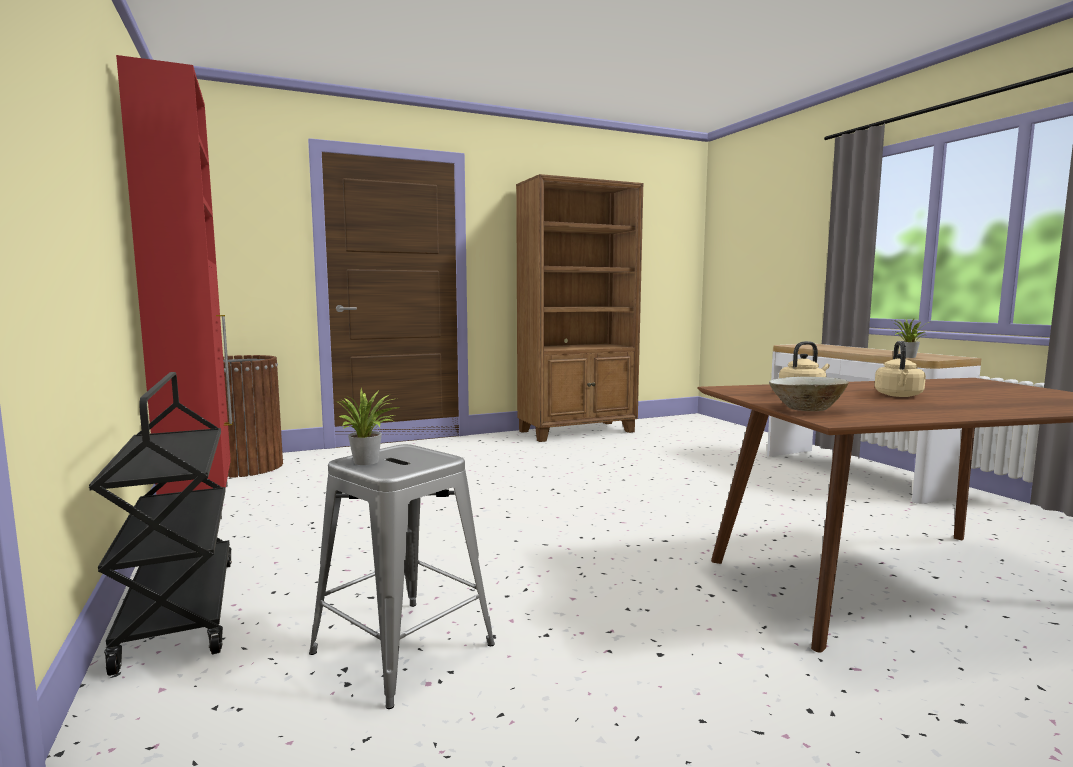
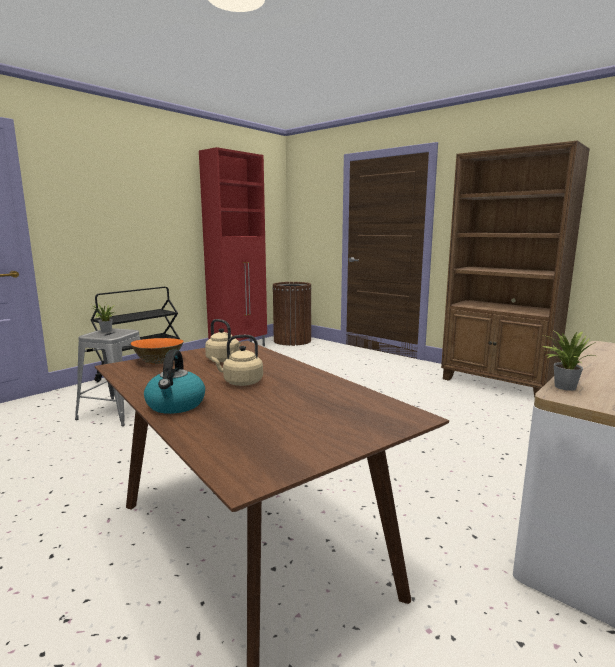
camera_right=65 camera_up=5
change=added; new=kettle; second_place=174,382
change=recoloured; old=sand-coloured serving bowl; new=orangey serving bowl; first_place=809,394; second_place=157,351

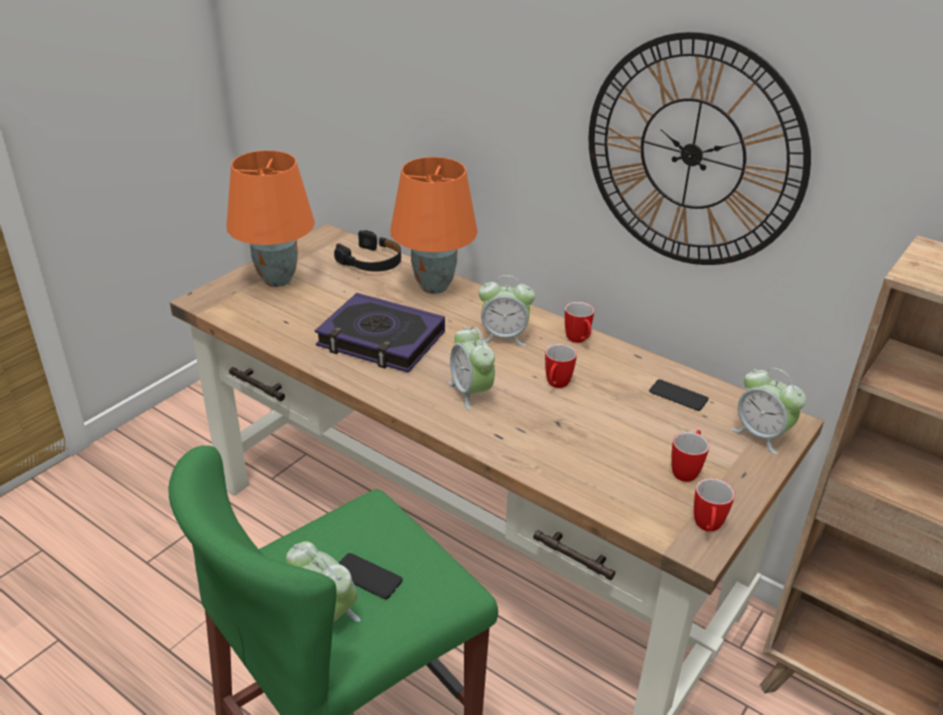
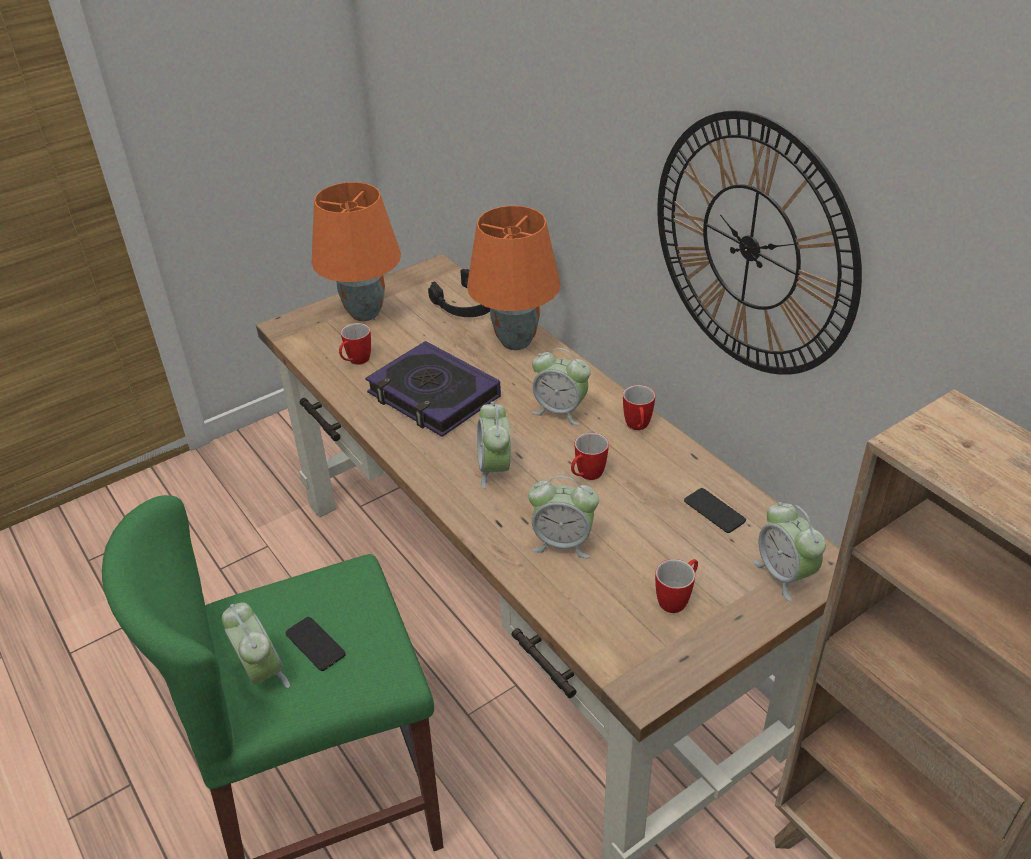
camera_right=20 camera_up=5
change=added; new=bedside clock; second_place=563,517
change=moved; old=mug; first_place=714,505; second_place=355,343

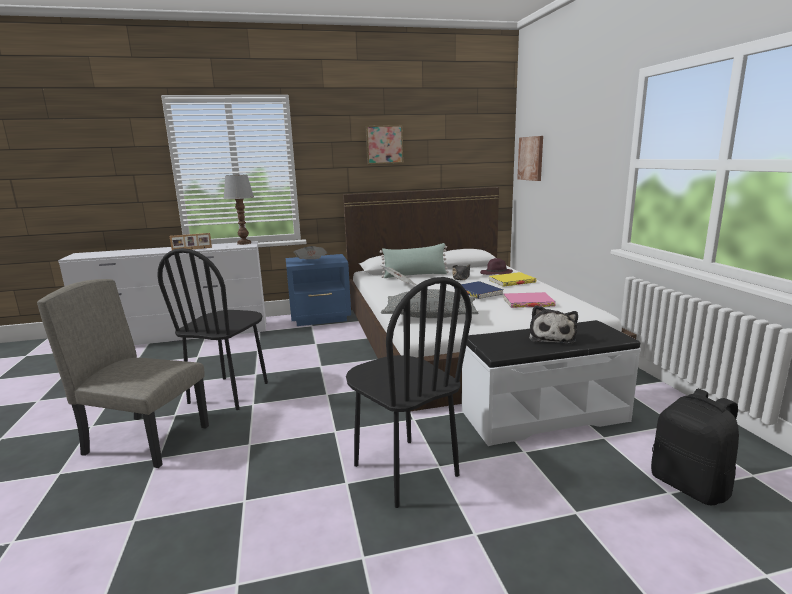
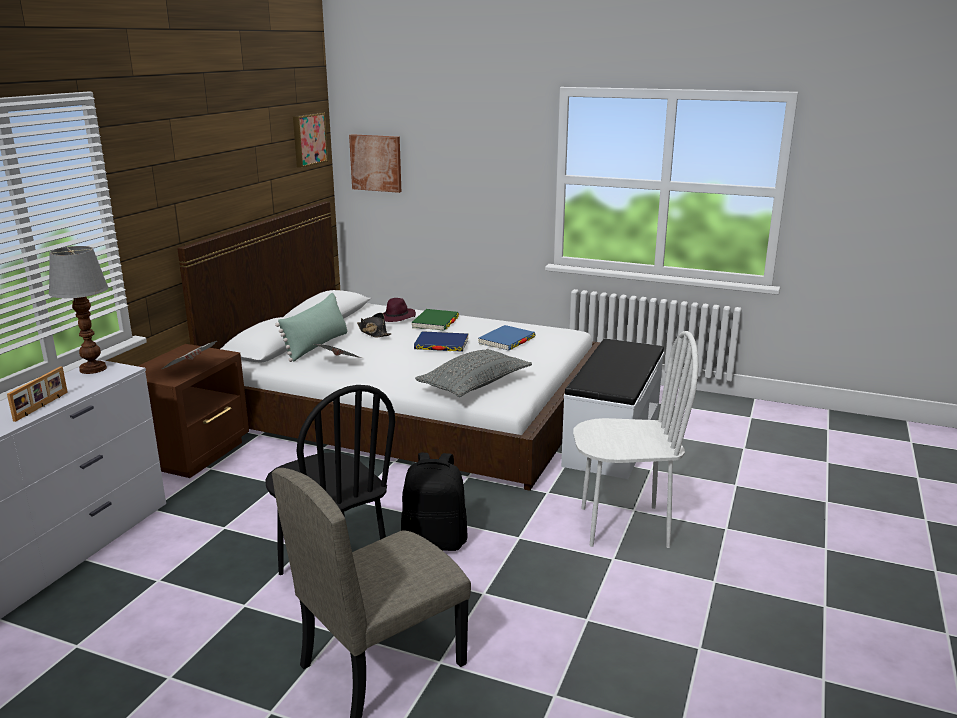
camera_right=-55 camera_up=5
change=removed; old=soft toy; first_place=553,324
change=moved; old=wall picture; first_place=384,144; second_place=310,140
change=moved; old=black knapsack; first_place=695,447; second_place=434,502
change=recoloured; old=blue-coloured bedside table; new=brown bedside table; first_place=318,290; second_place=193,411
change=recoloured; old=black plain chair; new=white-coloured plain chair; first_place=409,392; second_place=635,439
change=recoloured; old=yellowish book; new=green-coloured book; first_place=513,279; second_place=435,320
change=recoloured; old=pink book; new=blue-coloured book; first_place=529,300; second_place=507,338

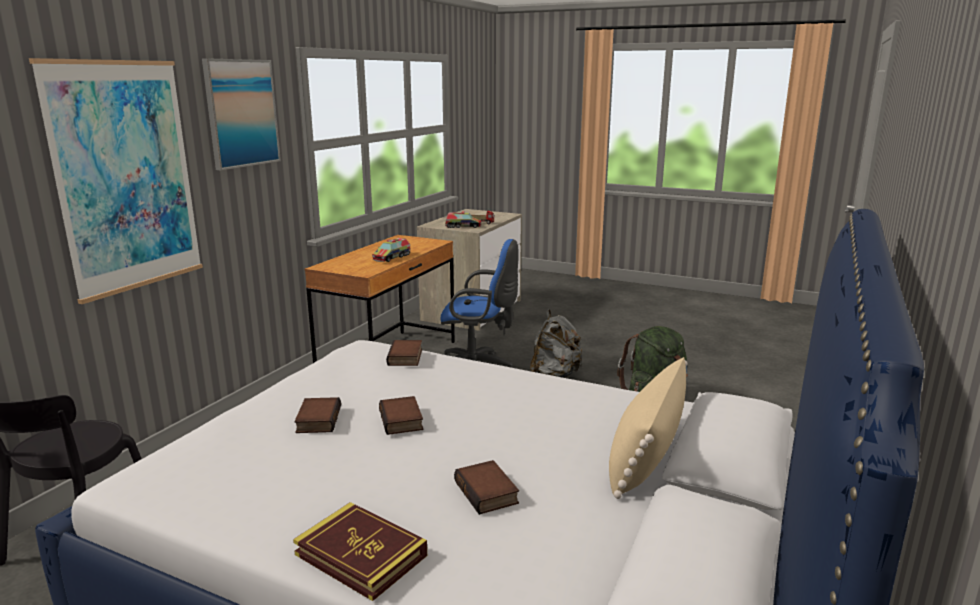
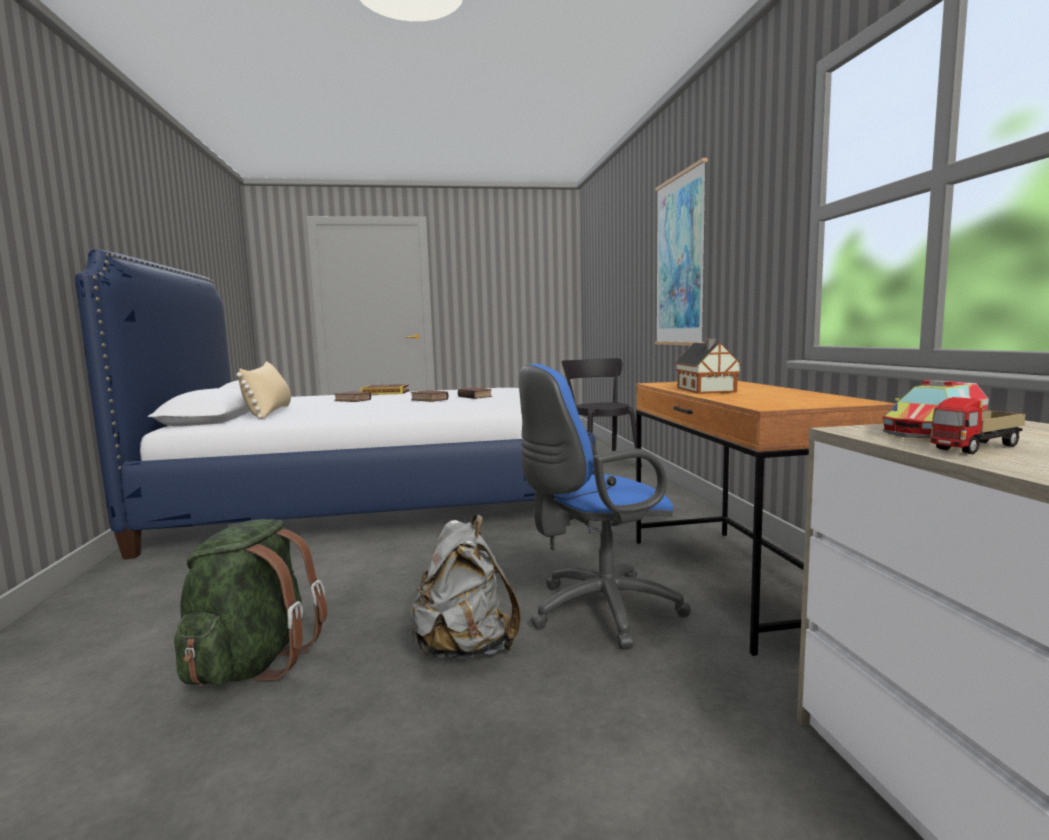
camera_right=145 camera_up=-10
change=removed; old=wall picture; first_place=241,114
change=removed; old=book; first_place=404,353
change=replaced; old=toy truck; new=model house; first_place=391,250; second_place=708,366

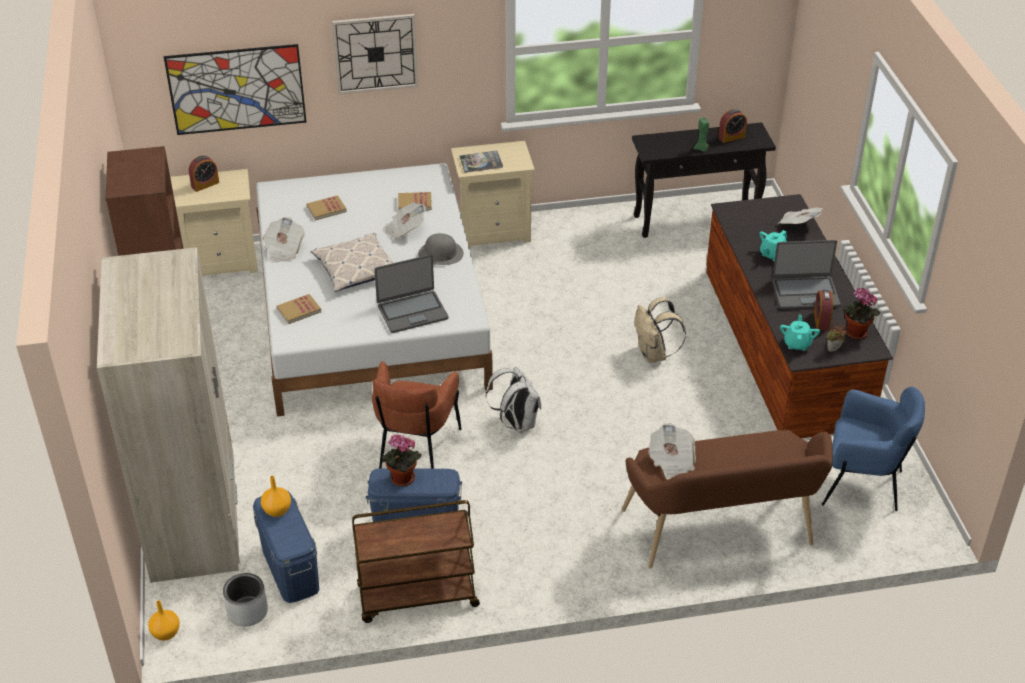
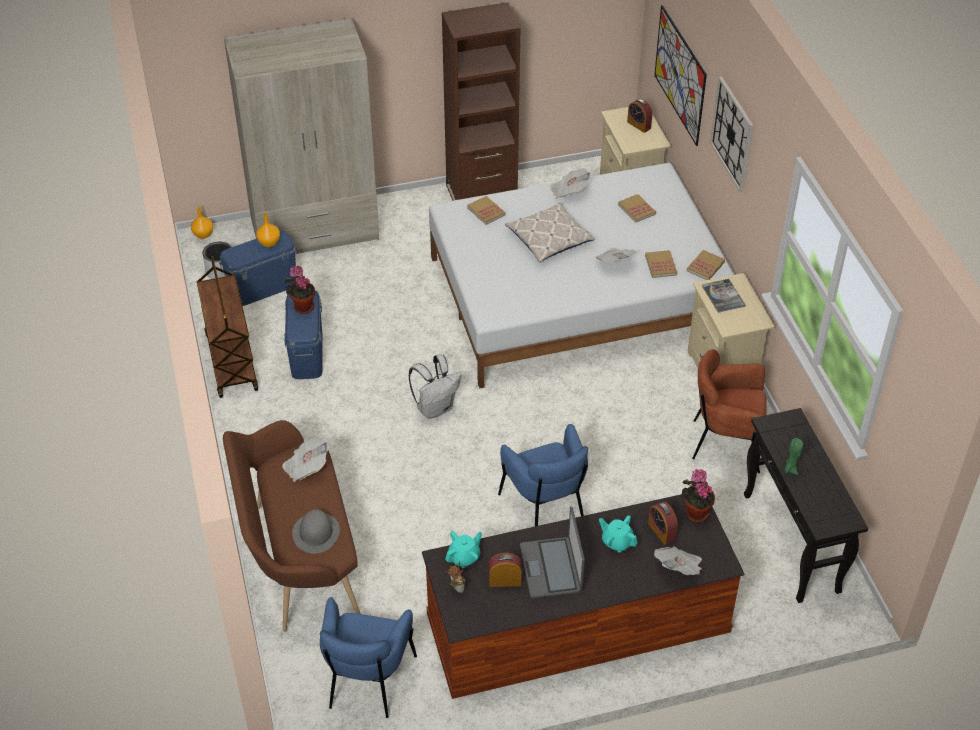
camera_right=85 camera_up=5
change=removed; old=portable computer; first_place=411,293
change=added; new=book; second_place=706,265
change=moved; old=brown easy chair; first_place=417,415; second_place=729,411
change=moved; old=grey clothing hat; first_place=441,249; second_place=316,531
change=moved; old=bedside clock; first_place=732,126; second_place=663,523
change=moved; old=potted plant; first_place=862,313; second_place=698,496
change=replaced; old=sand-coloured knapsack; new=blue-coloured easy chair; first_place=660,330; second_place=543,475
change=turned; old=turquoise pot for tea; first_place=800,332; second_place=463,549; degrees=-45

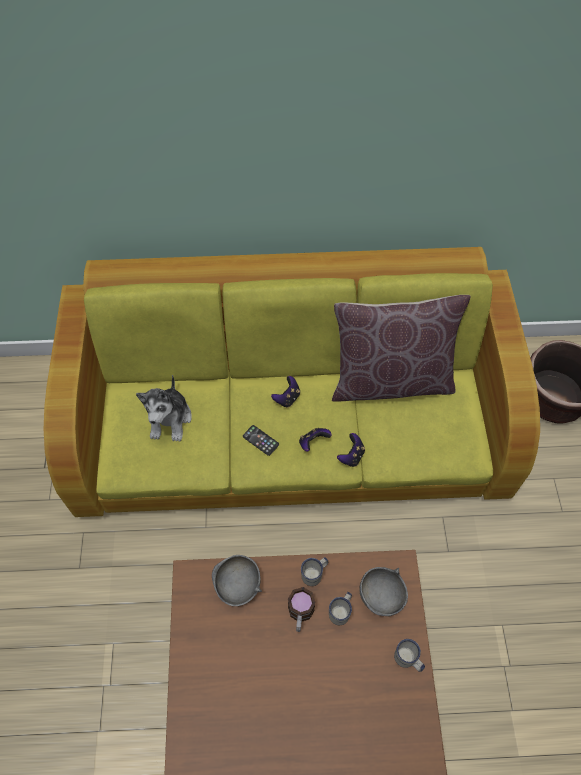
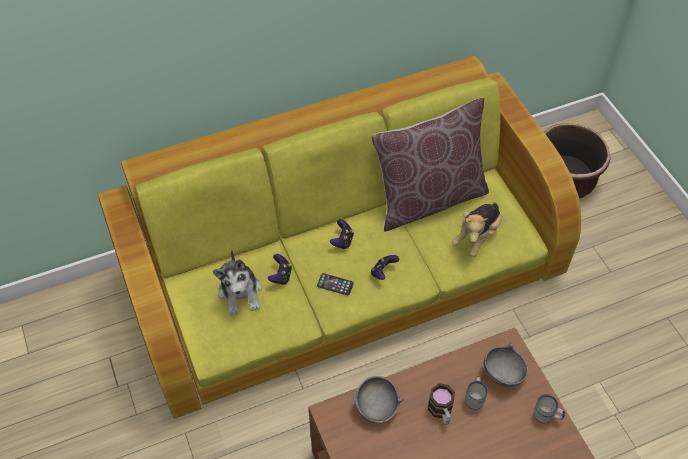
camera_right=-20 camera_up=-5
change=removed; old=white-coloured mug; first_place=314,571
change=added; new=soft toy; second_place=477,229
change=moved; old=game controller; first_place=351,450; second_place=280,269

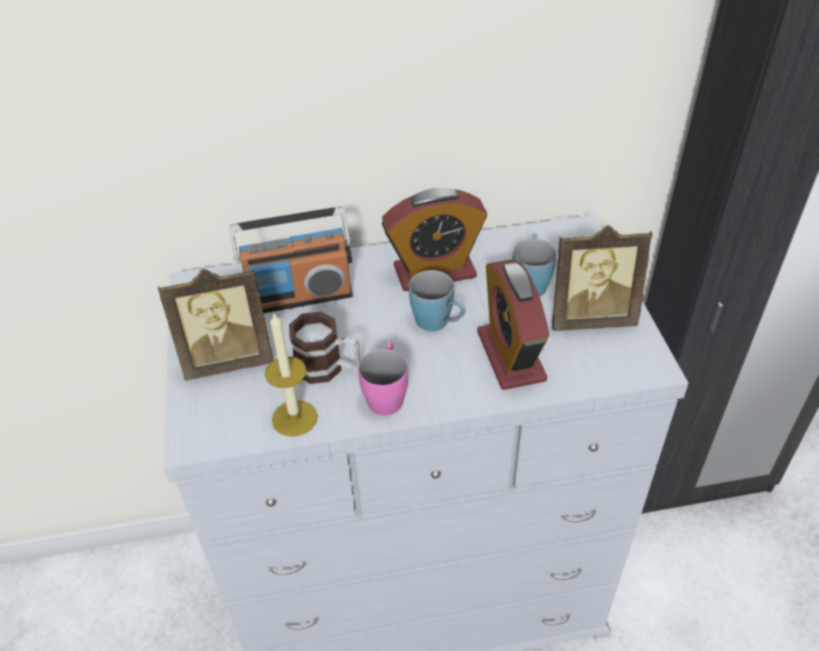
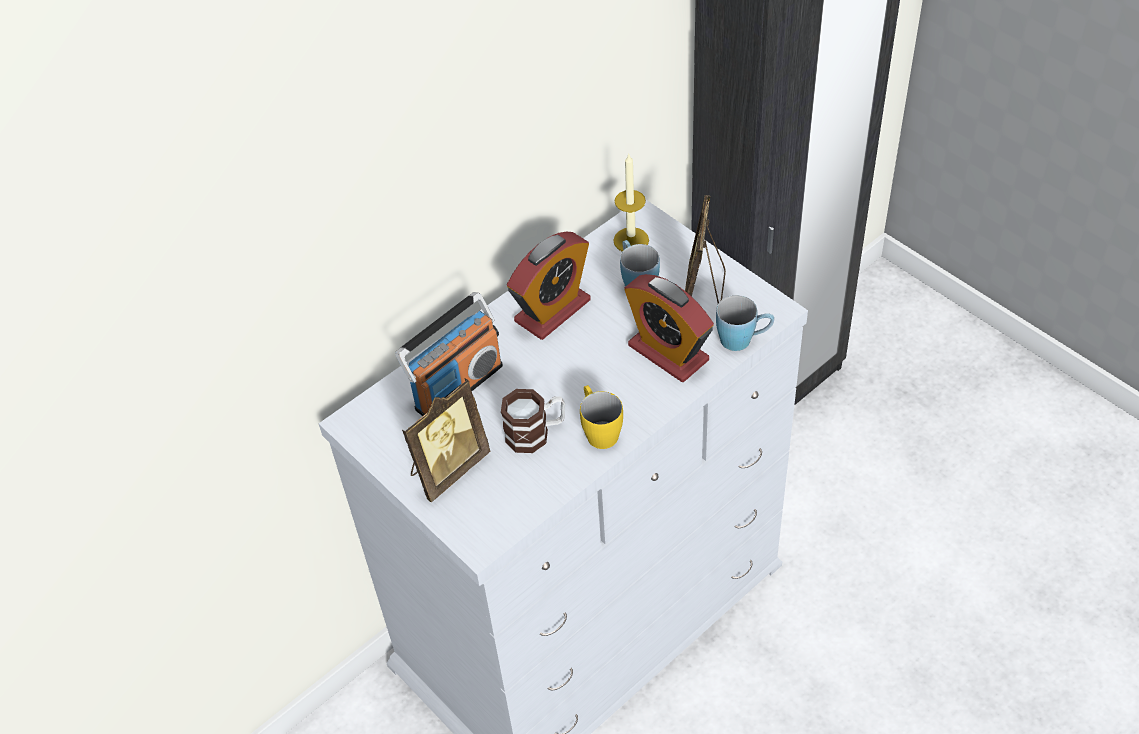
camera_right=-30 camera_up=5
change=moved; old=wax candle; first_place=291,374; second_place=631,203
change=moved; old=blue-coloured mug; first_place=437,300; second_place=745,323
change=recoloured; old=pink mug; new=yellowish mug; first_place=383,378; second_place=601,417
change=turned; old=photo frame; first_place=602,278; second_place=705,249; degrees=135

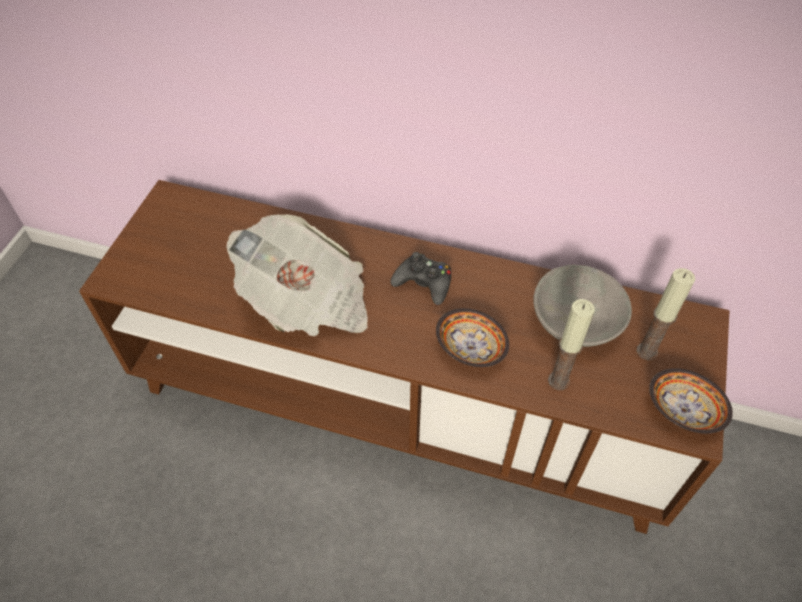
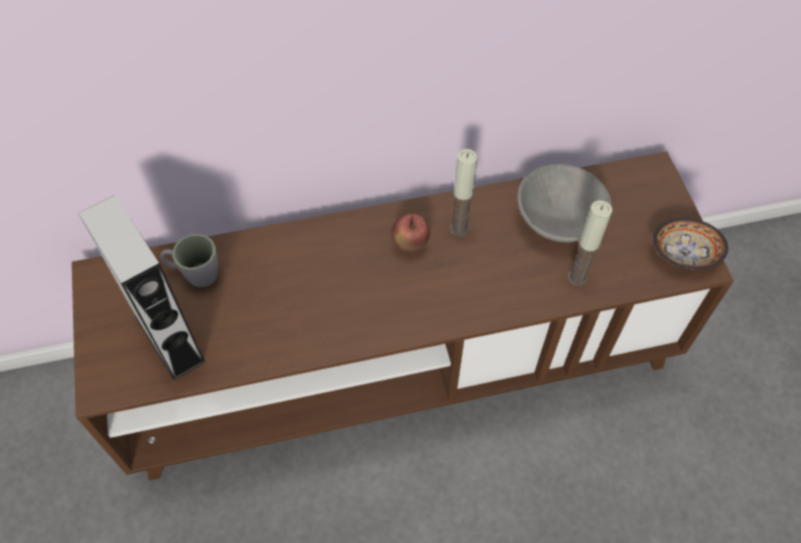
camera_right=-30 camera_up=5
change=removed; old=daily paper; first_place=297,275
change=removed; old=serving bowl; first_place=472,337
change=added; new=grey loudspeaker; second_place=142,287
change=added; new=grey mug; second_place=189,260
change=moved; old=wax candle; first_place=666,314; second_place=463,193
change=replaced; old=black game controller; new=apple; first_place=420,278; second_place=410,233

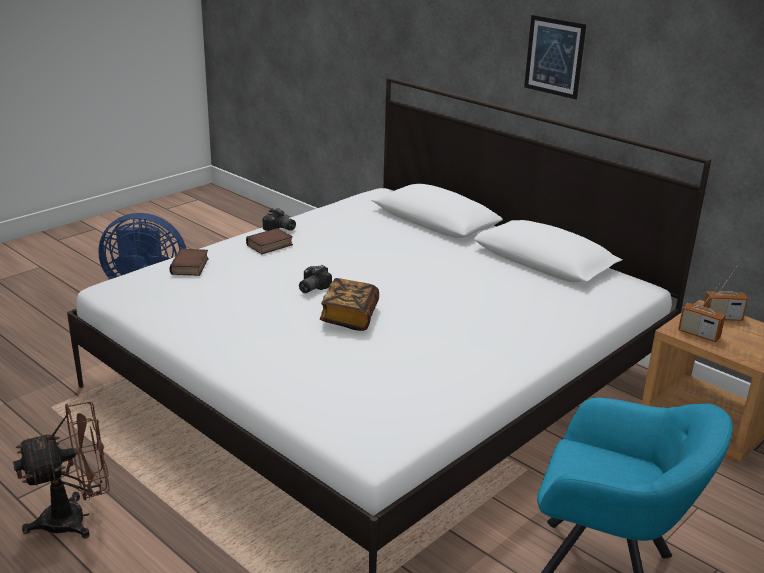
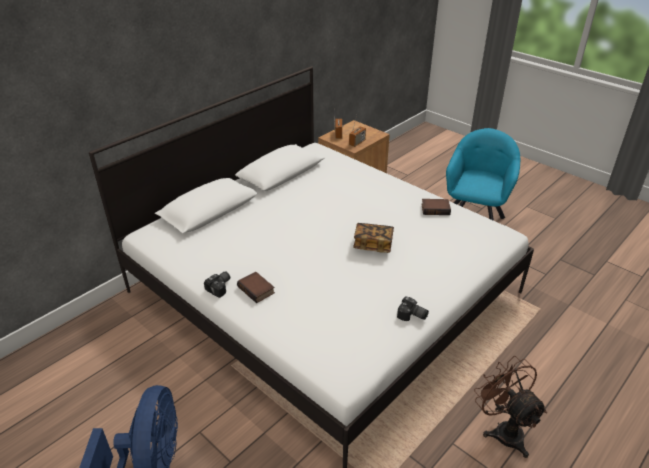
camera_right=-90 camera_up=10
change=removed; old=wall picture; first_place=555,57
change=moved; old=book; first_place=189,262; second_place=436,207
change=moved; old=photo camera; first_place=315,279; second_place=413,309

